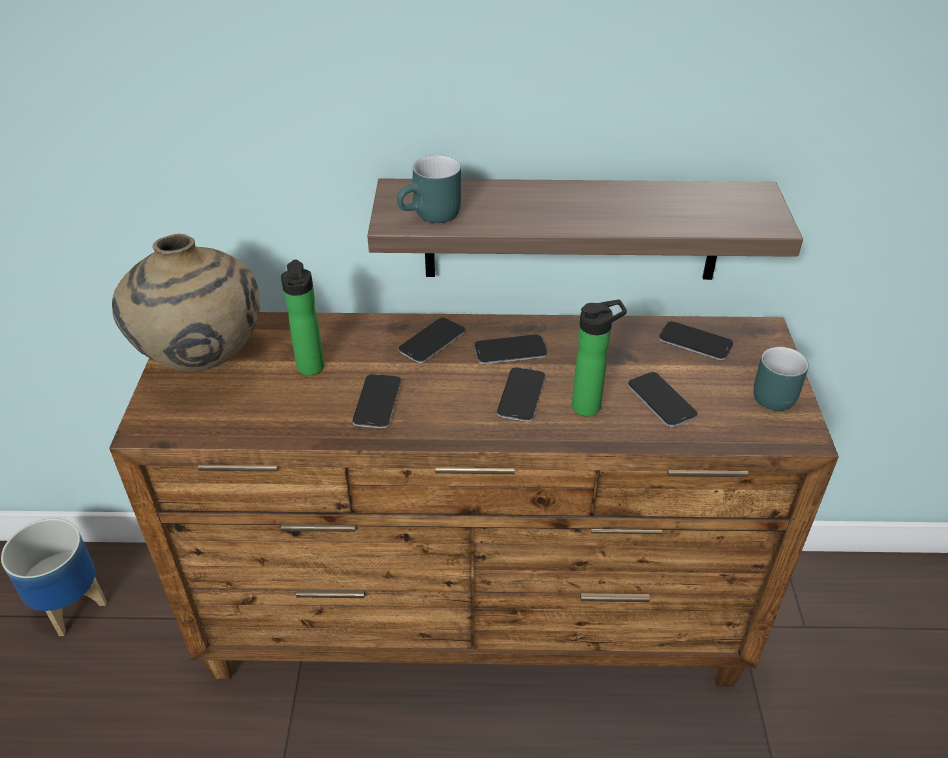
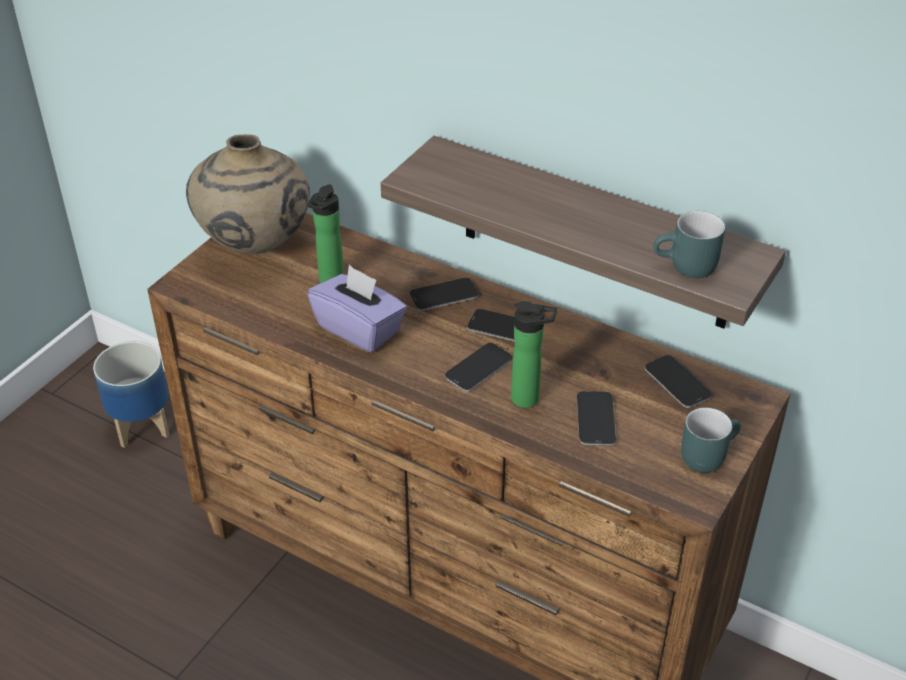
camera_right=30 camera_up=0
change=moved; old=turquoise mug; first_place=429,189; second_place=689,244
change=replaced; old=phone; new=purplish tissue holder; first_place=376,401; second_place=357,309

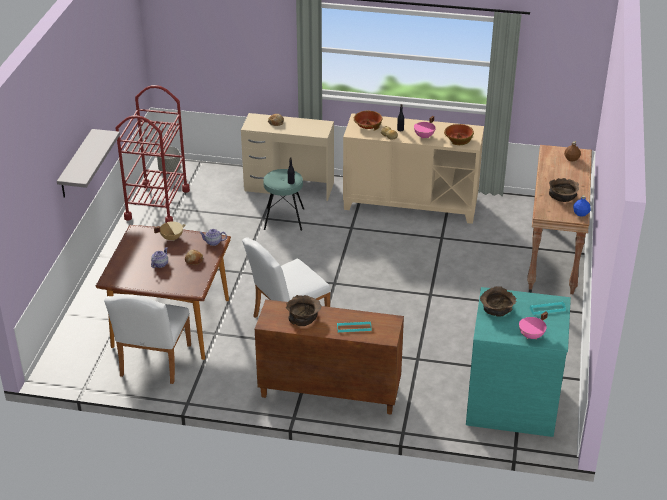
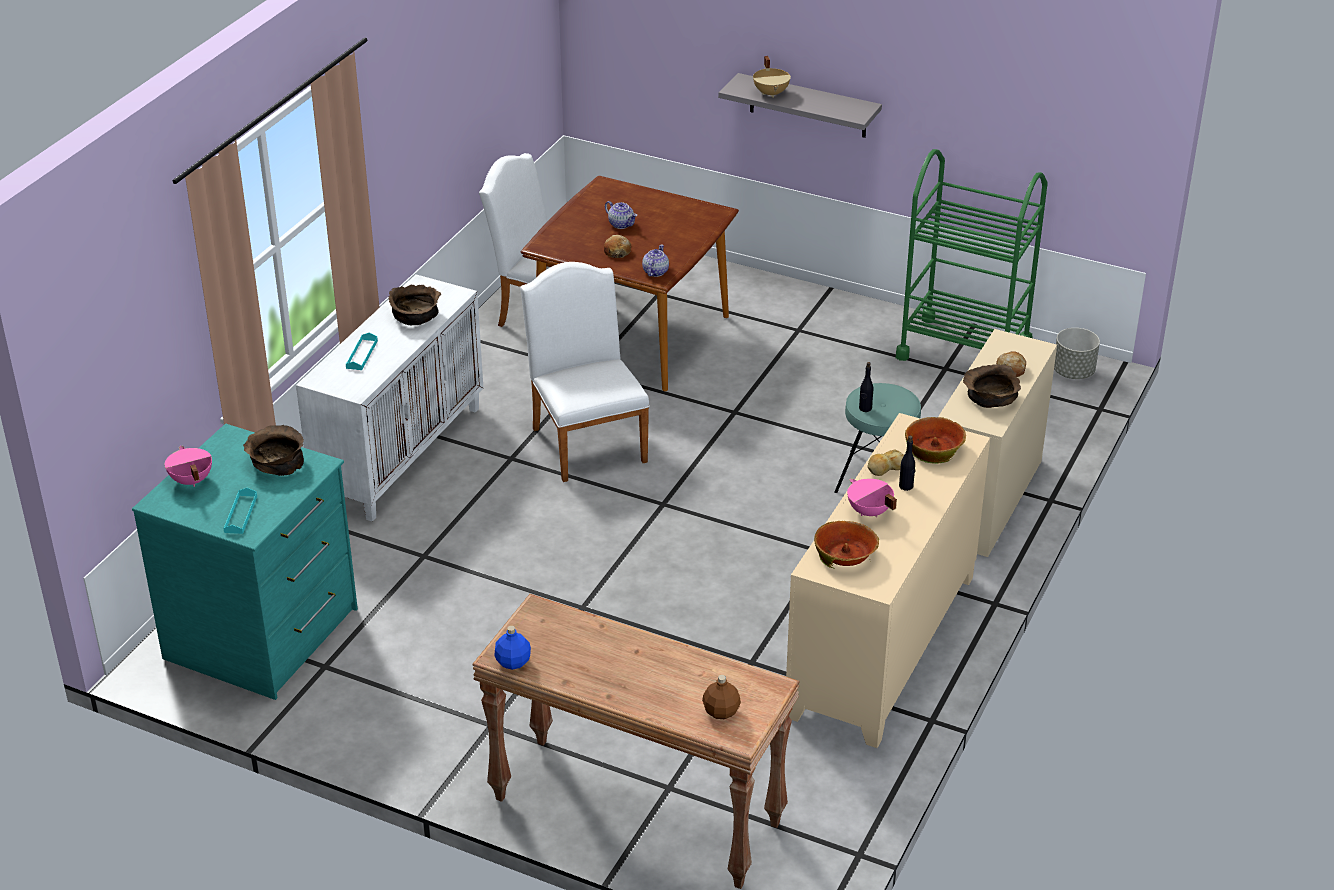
camera_right=105 camera_up=0
change=moved; old=sand-coloured saucepot; first_place=169,231; second_place=772,77
change=moved; old=brown serving bowl; first_place=564,190; second_place=992,386
change=recoloured; old=reddish cart; new=green-coloured cart; first_place=153,154; second_place=972,255
change=recoloured; old=brown cupboard; new=white-coloured cupboard; first_place=329,357; second_place=390,398

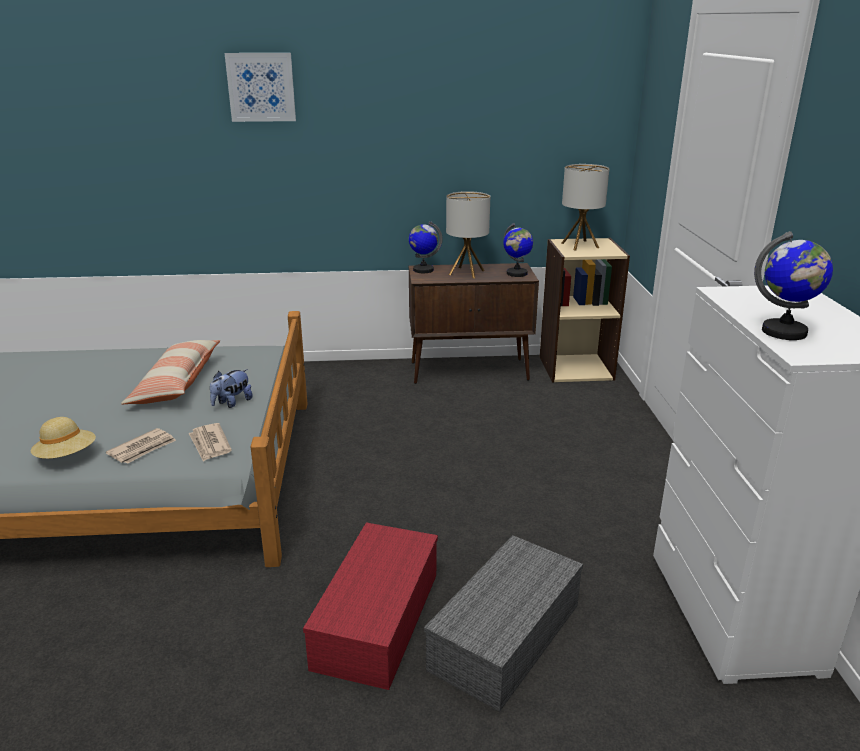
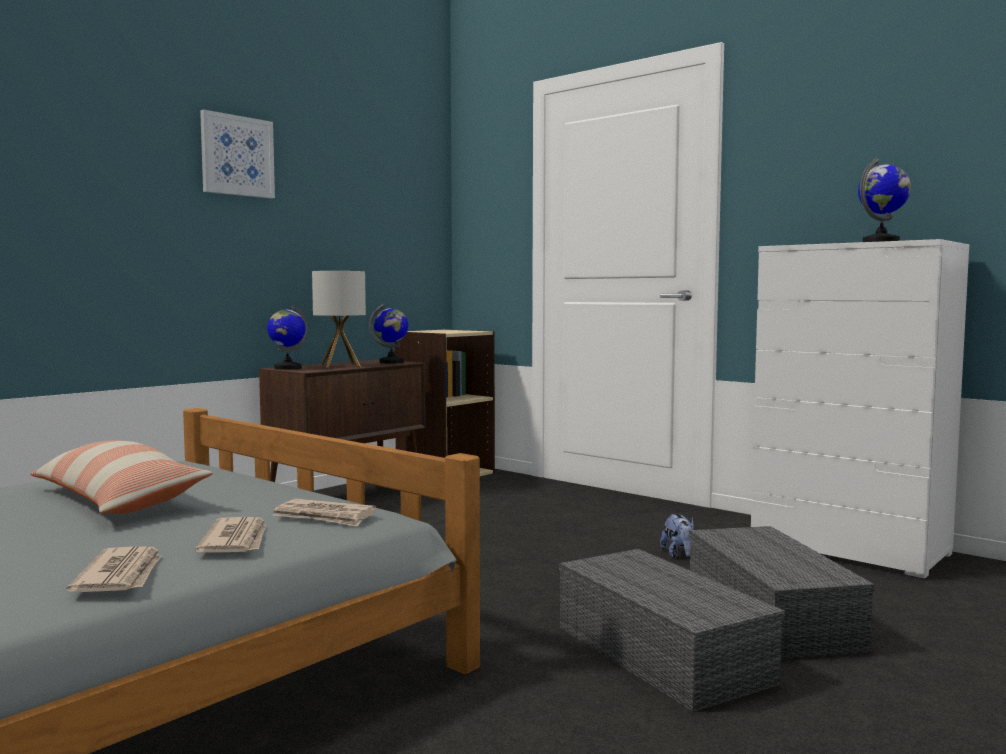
camera_right=-45 camera_up=-20
change=removed; old=lamp for a table; first_place=585,207
change=moved; old=soft toy; first_place=231,388; second_place=677,536
change=moved; old=wall picture; first_place=260,87; second_place=237,154
change=replaced; old=sand-coloured clothing hat; new=daily paper; first_place=63,438; second_place=113,569
change=recoloured; old=reddish storage bin; new=grey storage bin; first_place=370,606; second_place=672,630

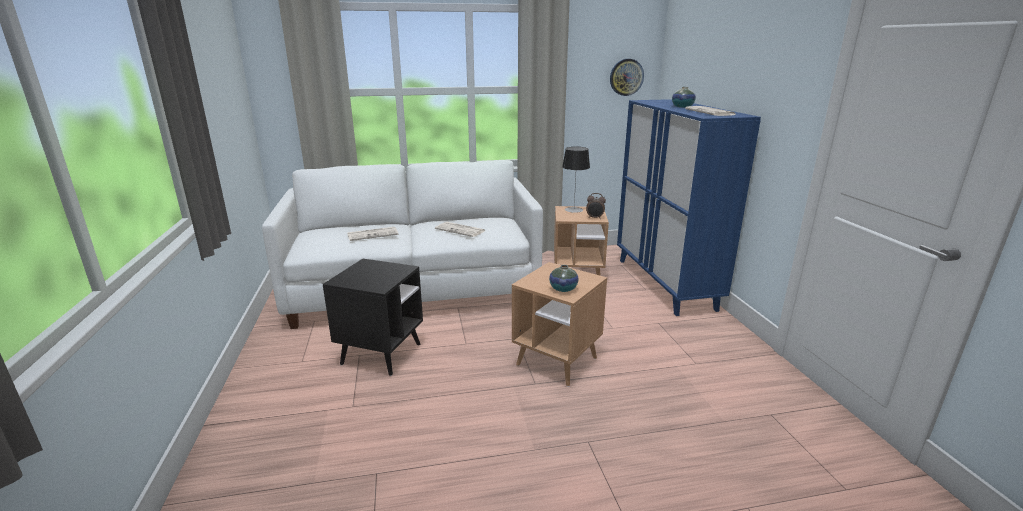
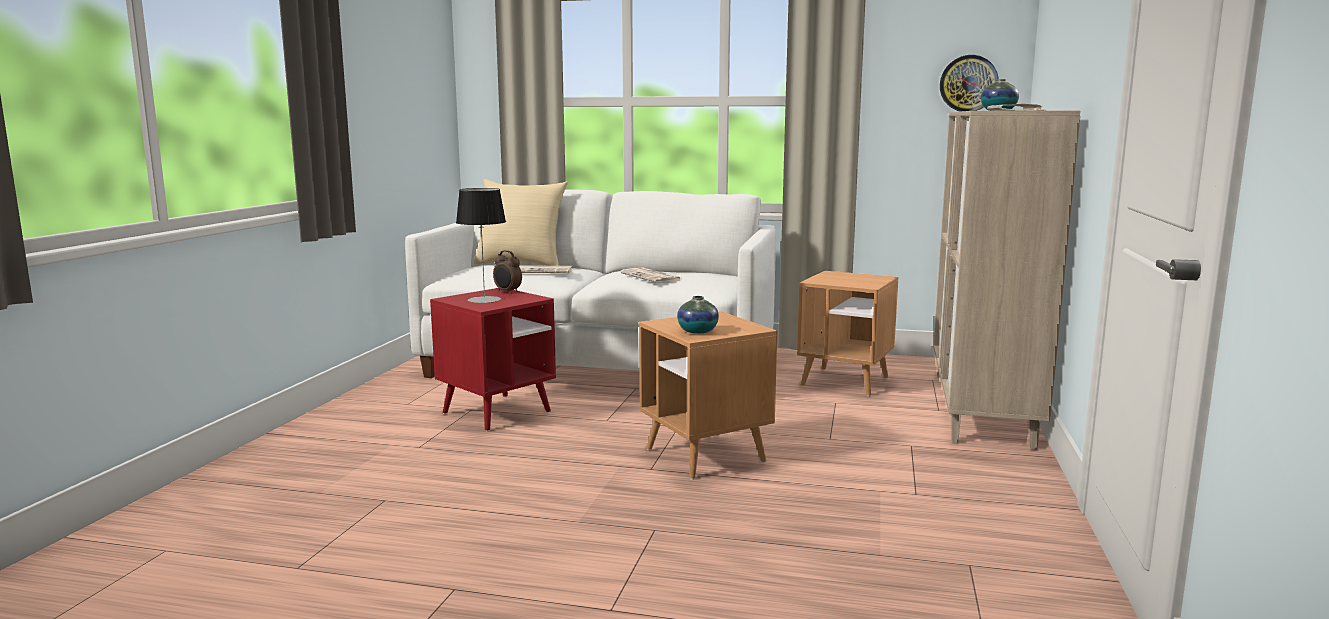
camera_right=25 camera_up=-10
change=added; new=sand-coloured throw pillow; second_place=521,222
change=moved; old=lamp for a table; first_place=576,180; second_place=481,245
change=moved; old=bedside clock; first_place=596,206; second_place=507,272
change=recoloured; old=black end table; new=reddish end table; first_place=373,317; second_place=493,360
change=recoloured; old=blue-coloured cupboard; new=sand-coloured cupboard; first_place=689,207; second_place=1007,280

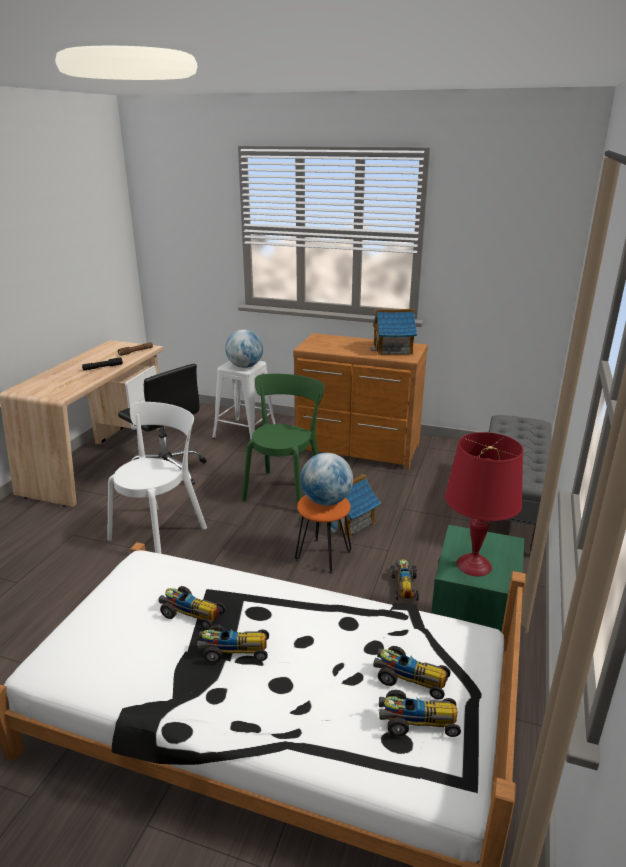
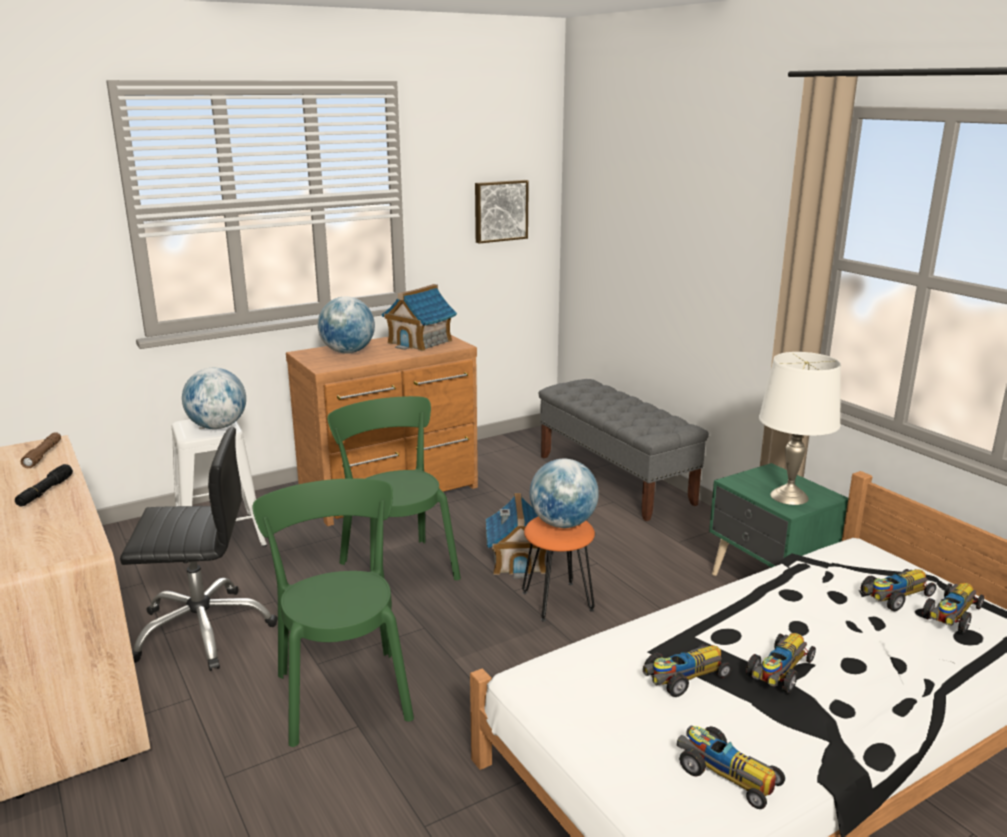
camera_right=-50 camera_up=-5
change=added; new=globe; second_place=346,325
change=added; new=wall picture; second_place=502,212
change=moved; old=miniature car; first_place=404,580; second_place=731,767
change=recoloured; old=white-coloured plain chair; new=green-coloured plain chair; first_place=157,478; second_place=333,612
change=recoloured; old=reddish lamp for a table; new=white-coloured lamp for a table; first_place=484,504; second_place=800,428

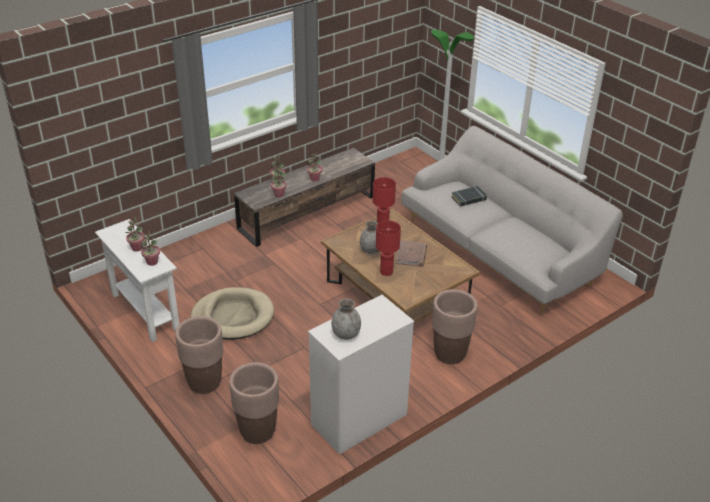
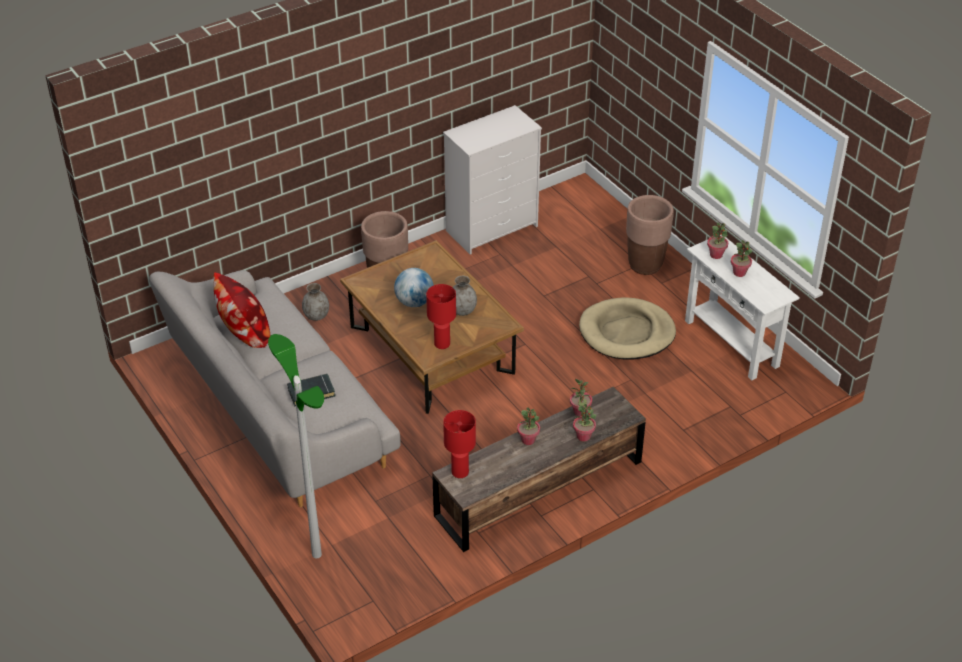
camera_right=-175 camera_up=5
change=removed; old=brown planter; first_place=254,403
change=added; new=throw pillow; second_place=241,310
change=moved; old=grey decorative vase; first_place=346,319; second_place=315,302
change=moved; old=reddish lamp for a table; first_place=388,248; second_place=459,444
change=replaced; old=brown book; new=globe; first_place=411,253; second_place=413,287

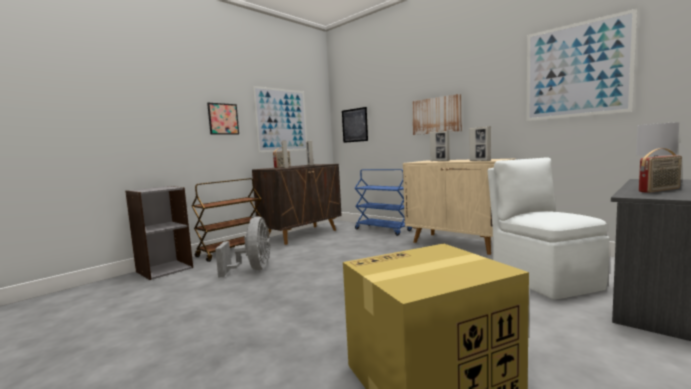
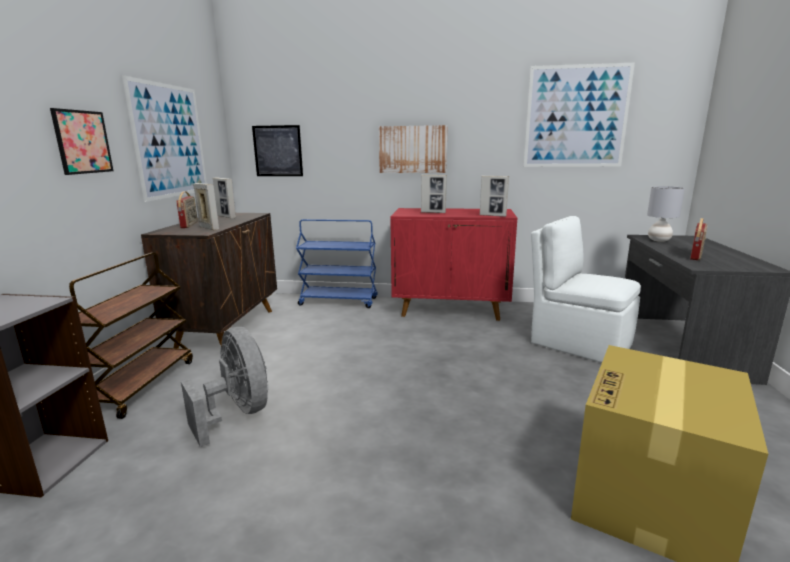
camera_right=-35 camera_up=10
change=recoloured; old=sand-coloured cupboard; new=reddish cupboard; first_place=459,207; second_place=453,264

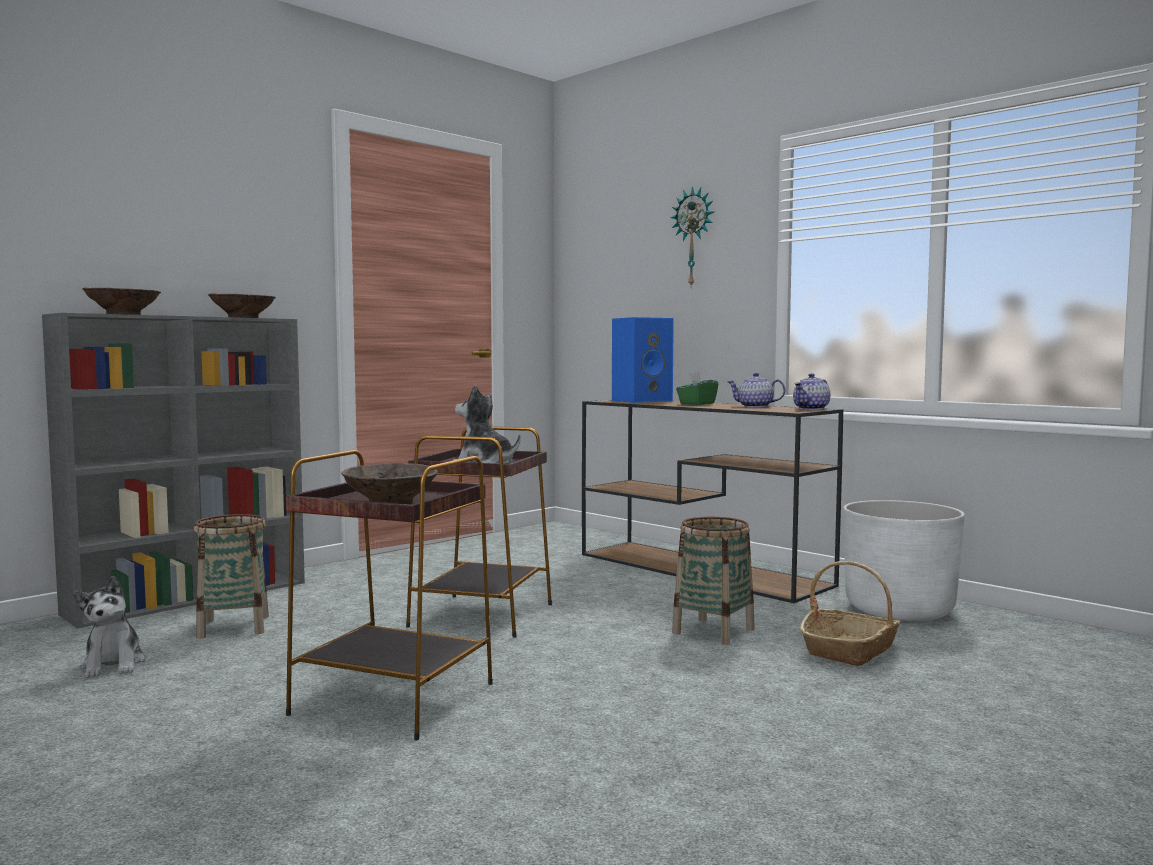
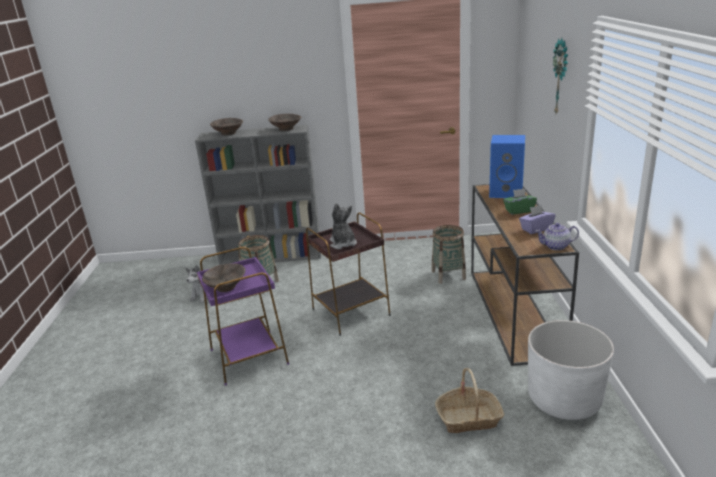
camera_right=45 camera_up=20
change=moved; old=basket; first_place=713,581; second_place=448,254
change=replaced; old=pot for tea; new=purplish tissue holder; first_place=756,390; second_place=537,219
change=recoloured; old=brown end table; new=purplish end table; first_place=389,595; second_place=243,316

